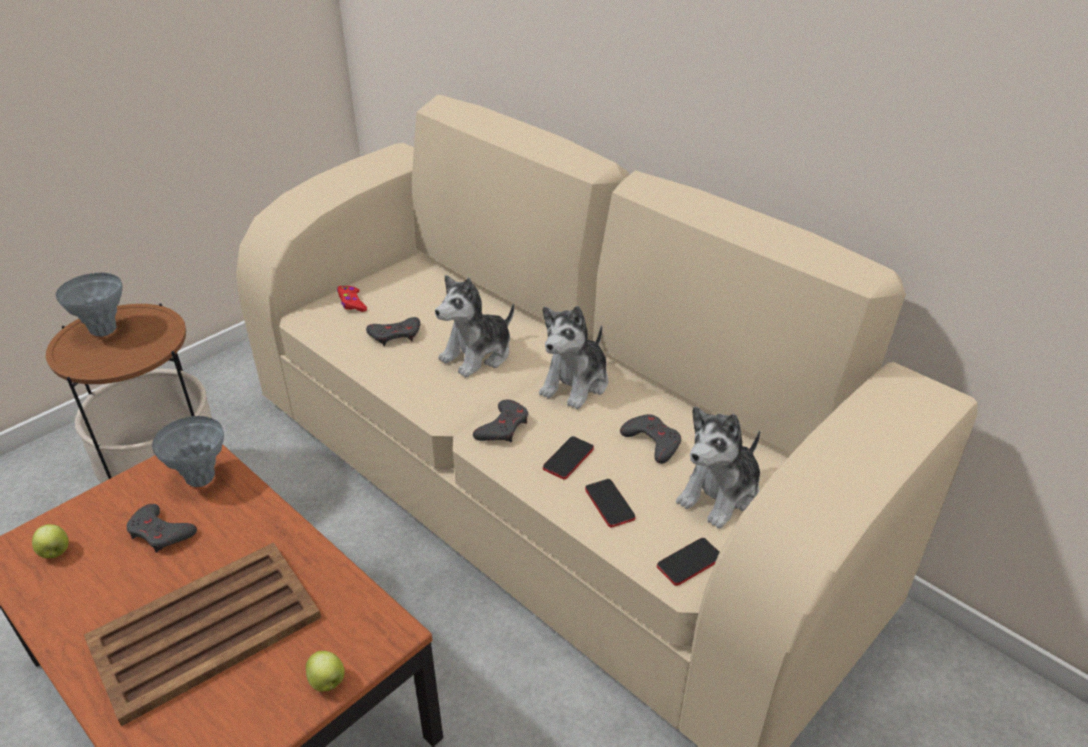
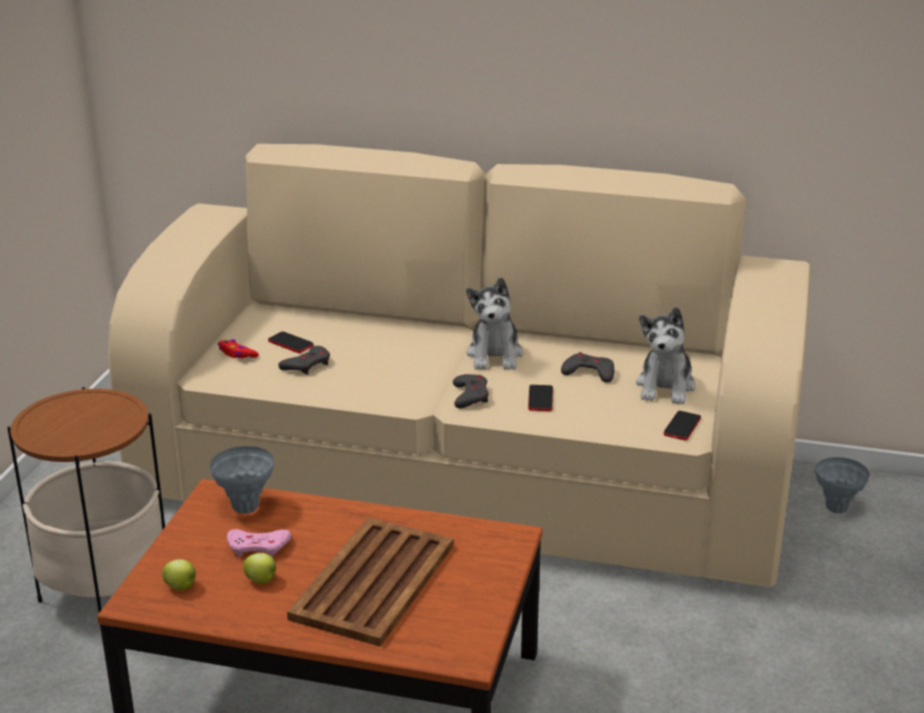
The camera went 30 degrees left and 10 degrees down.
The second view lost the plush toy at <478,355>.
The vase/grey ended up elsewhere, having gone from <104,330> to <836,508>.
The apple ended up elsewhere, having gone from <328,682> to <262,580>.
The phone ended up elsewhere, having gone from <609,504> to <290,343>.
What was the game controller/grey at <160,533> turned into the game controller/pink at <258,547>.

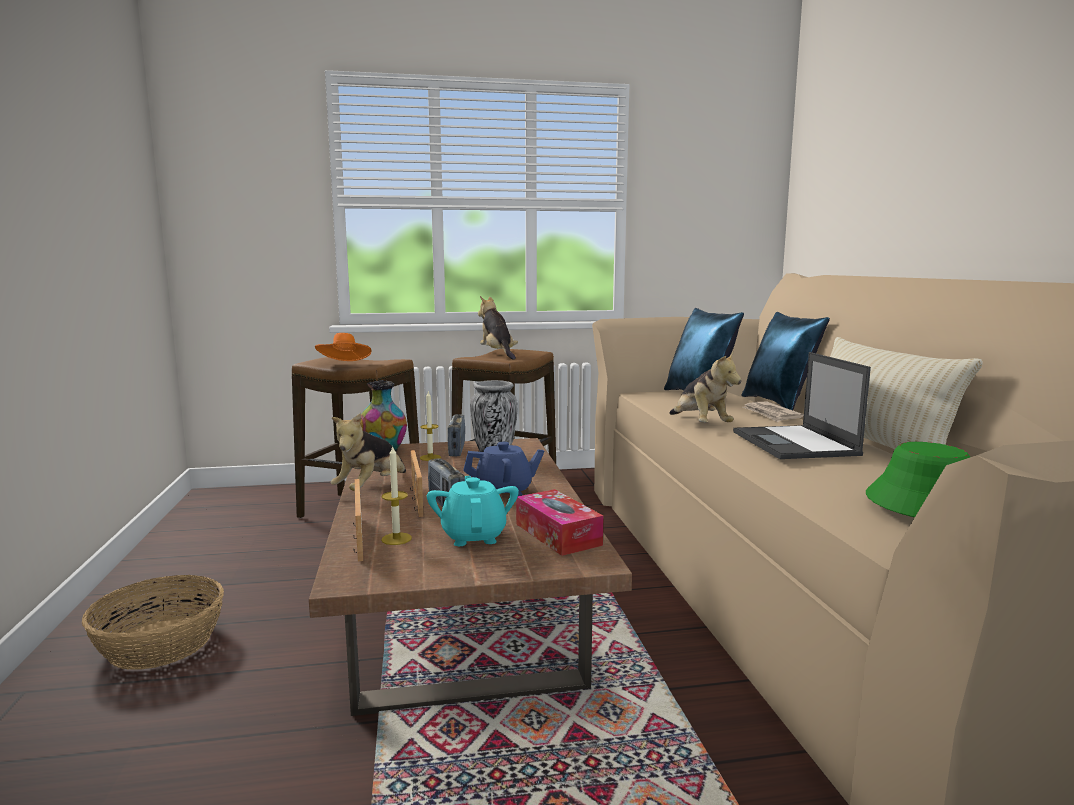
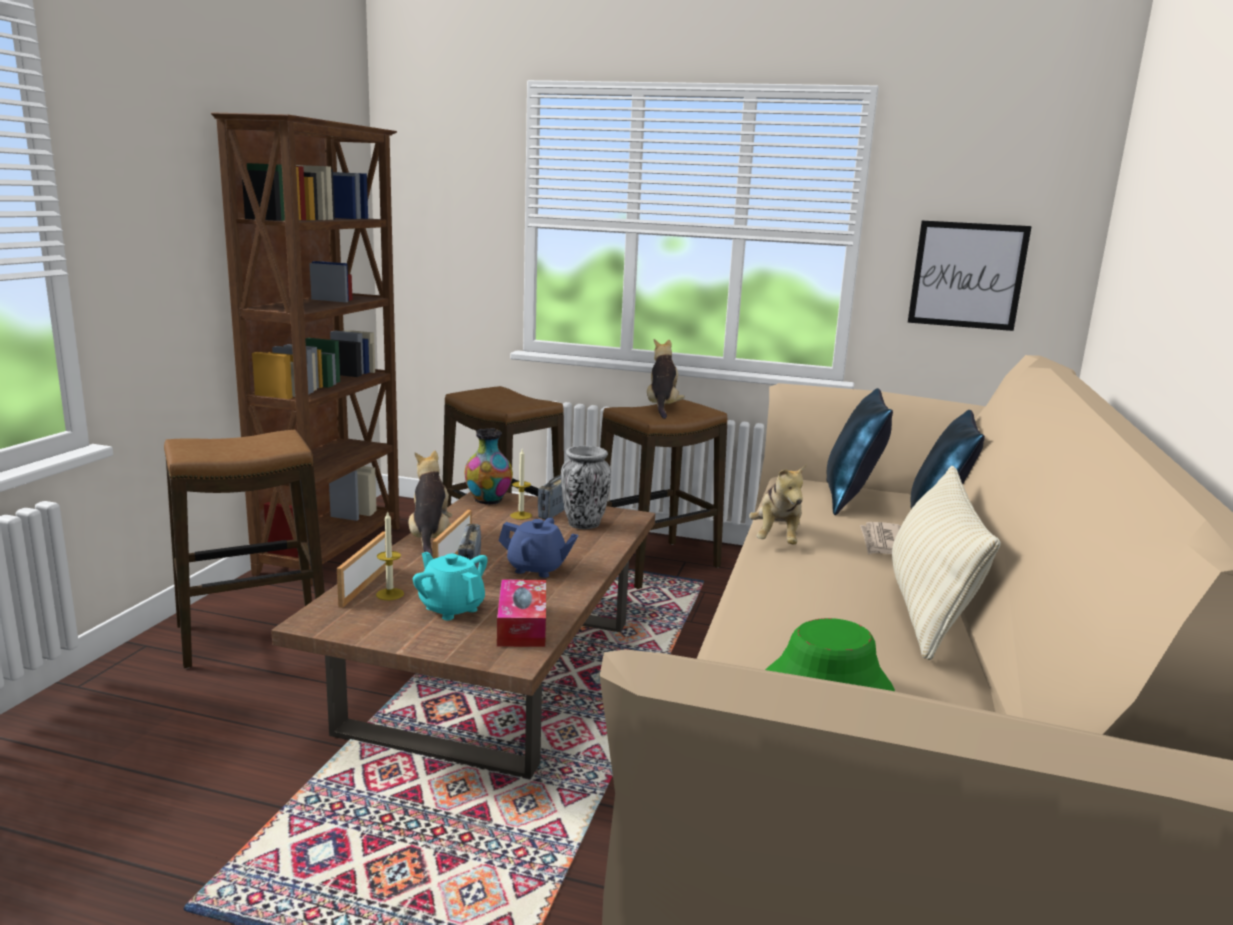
The camera went 25 degrees right and 5 degrees up.
The second view lost the hat/orange at <344,364>.
The second view lost the laptop at <795,443>.
The second view gained the bookcase/brown at <333,549>.
The second view gained the picture at <967,275>.
Where the basket stood at <160,644>, the stool came to stand at <251,634>.
The plush toy at <371,488> ended up facing another way, 120 degrees clockwise from before.
The teapot/turquoise at <474,536> ended up facing another way, 60 degrees counterclockwise from before.

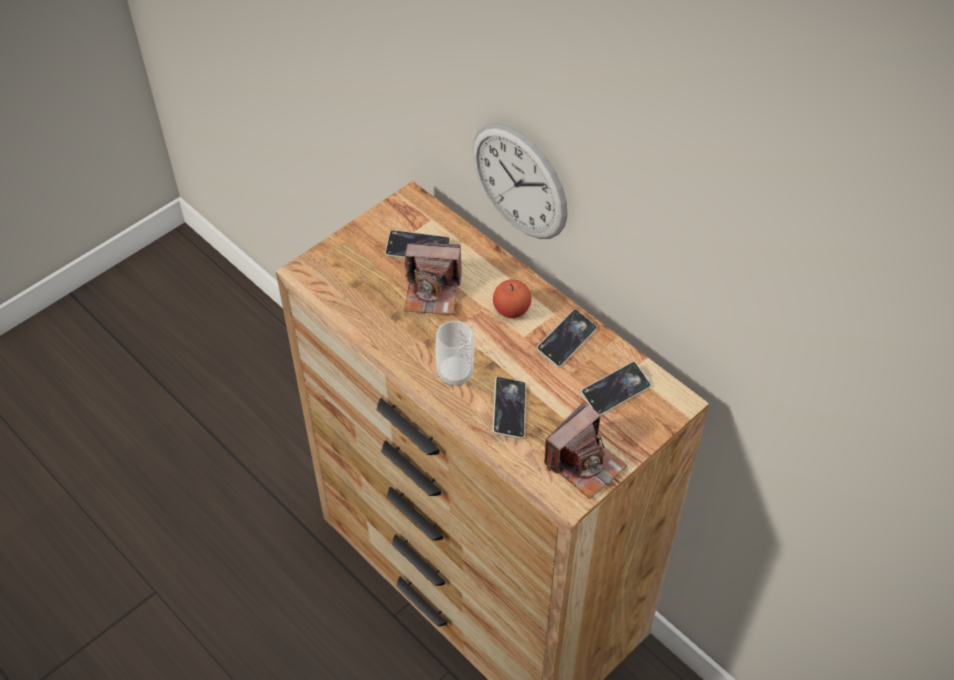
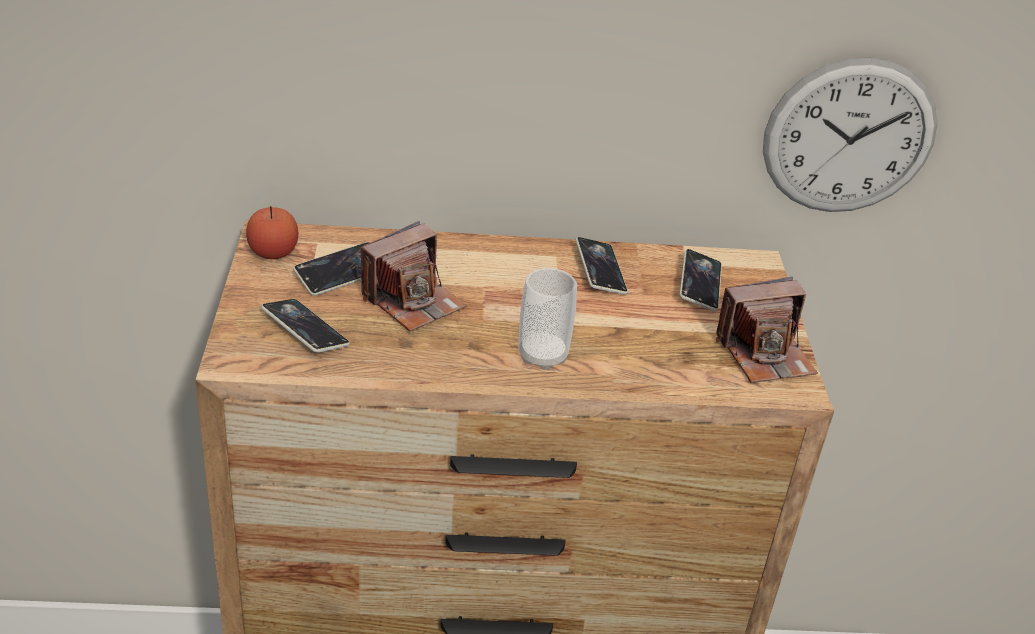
The camera went 50 degrees left and 15 degrees down.
The wall clock ended up elsewhere, having gone from <519,181> to <849,137>.
The phone ended up elsewhere, having gone from <509,410> to <305,330>.
The apple ended up elsewhere, having gone from <511,310> to <273,252>.
The photo camera at <584,464> ended up facing another way, 75 degrees clockwise from before.

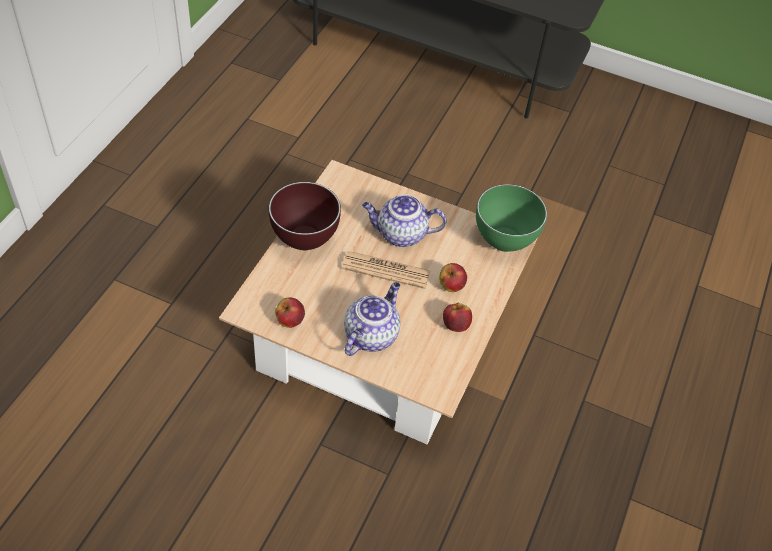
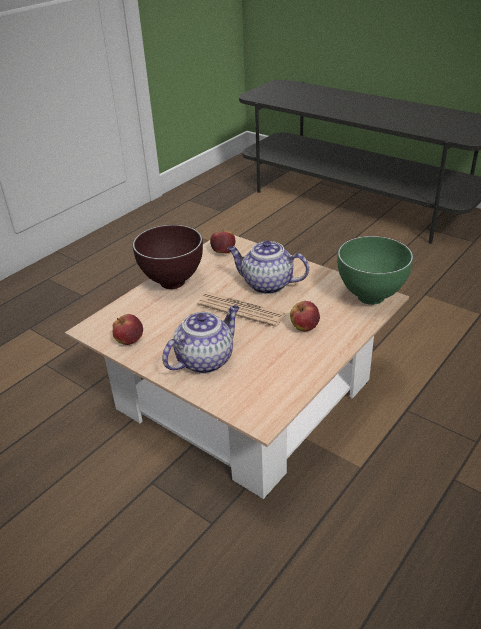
The camera went 20 degrees right and 15 degrees down.
The apple ended up elsewhere, having gone from <455,325> to <223,252>.

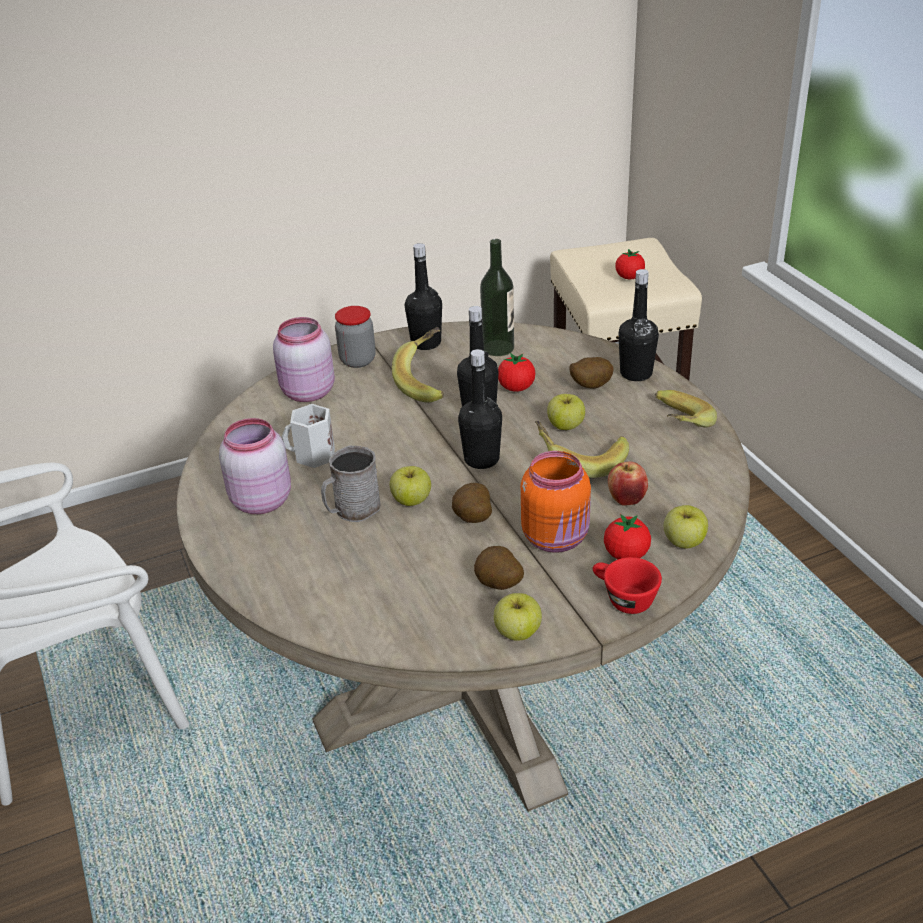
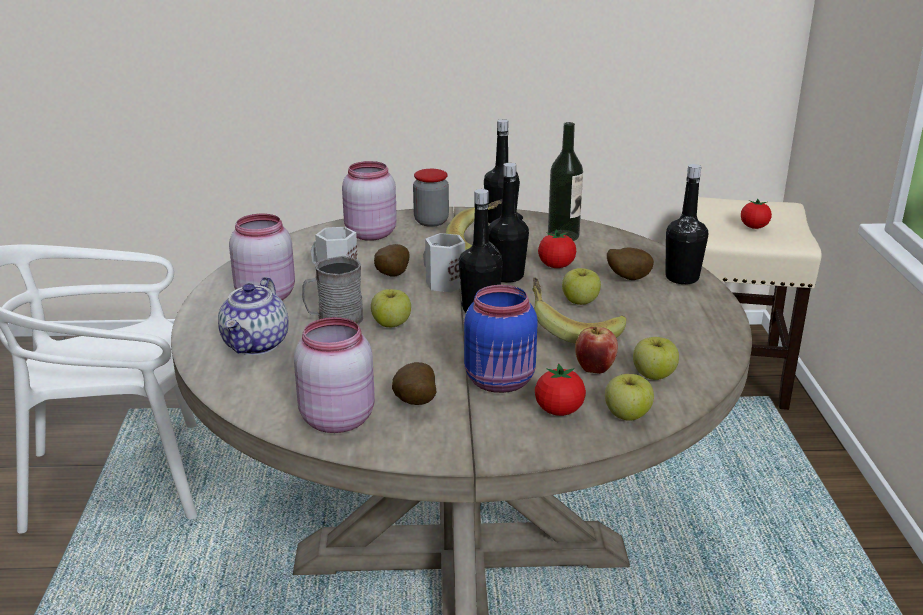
The camera went 20 degrees right and 10 degrees down.
The second view lost the cup/red at <623,599>.
The second view lost the banana at <675,427>.
The second view gained the teapot at <256,345>.
The second view gained the jar/pink at <336,418>.
The second view gained the mug/white at <443,283>.
The potato ended up elsewhere, having gone from <472,520> to <390,276>.
The apple ended up elsewhere, having gone from <517,632> to <653,375>.
What was the jar/orange at <557,538> turned into the jar/blue at <501,382>.

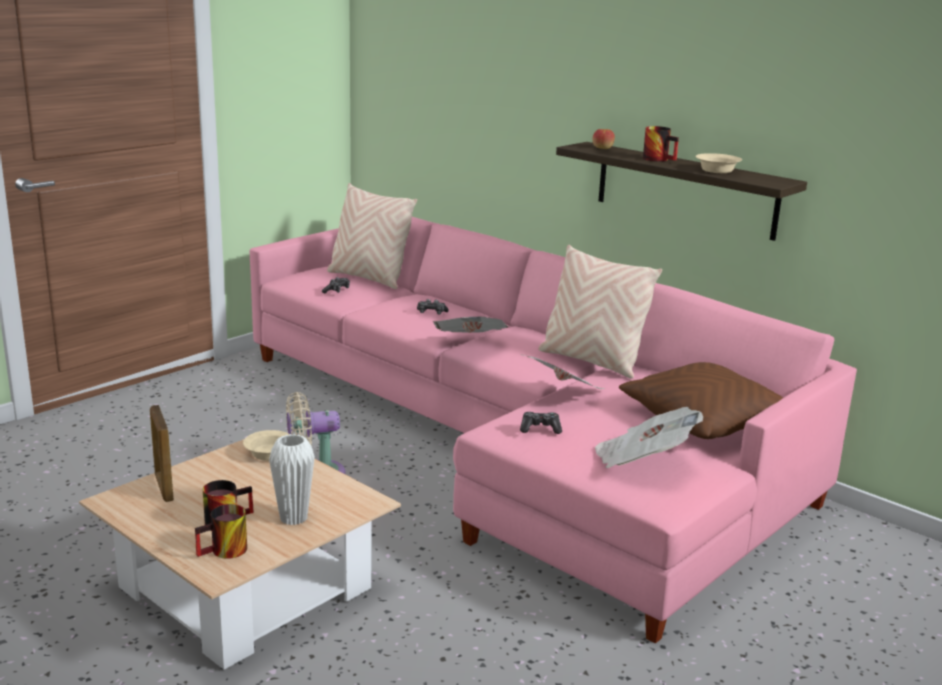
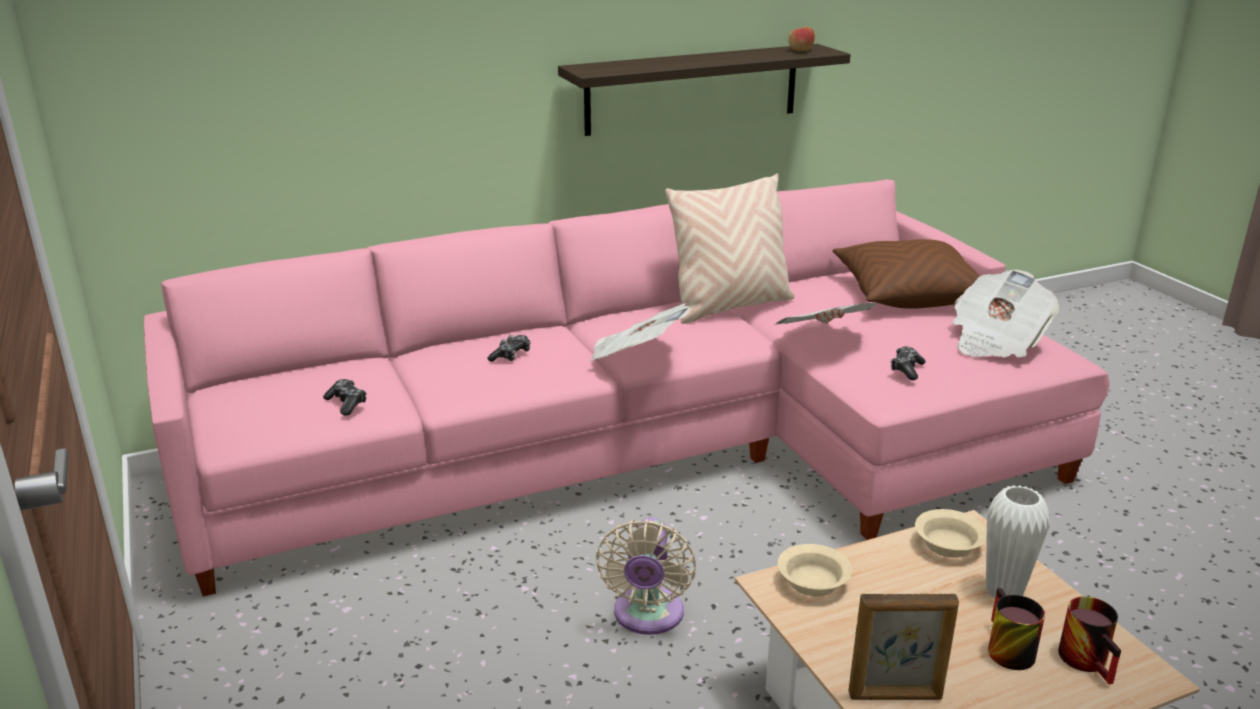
The camera went 65 degrees left and 5 degrees up.
The second view lost the pillow/beige at <369,278>.
The second view lost the mug at <660,159>.
The apple ended up elsewhere, having gone from <602,148> to <800,50>.
The bowl/beige ended up elsewhere, having gone from <718,171> to <949,545>.

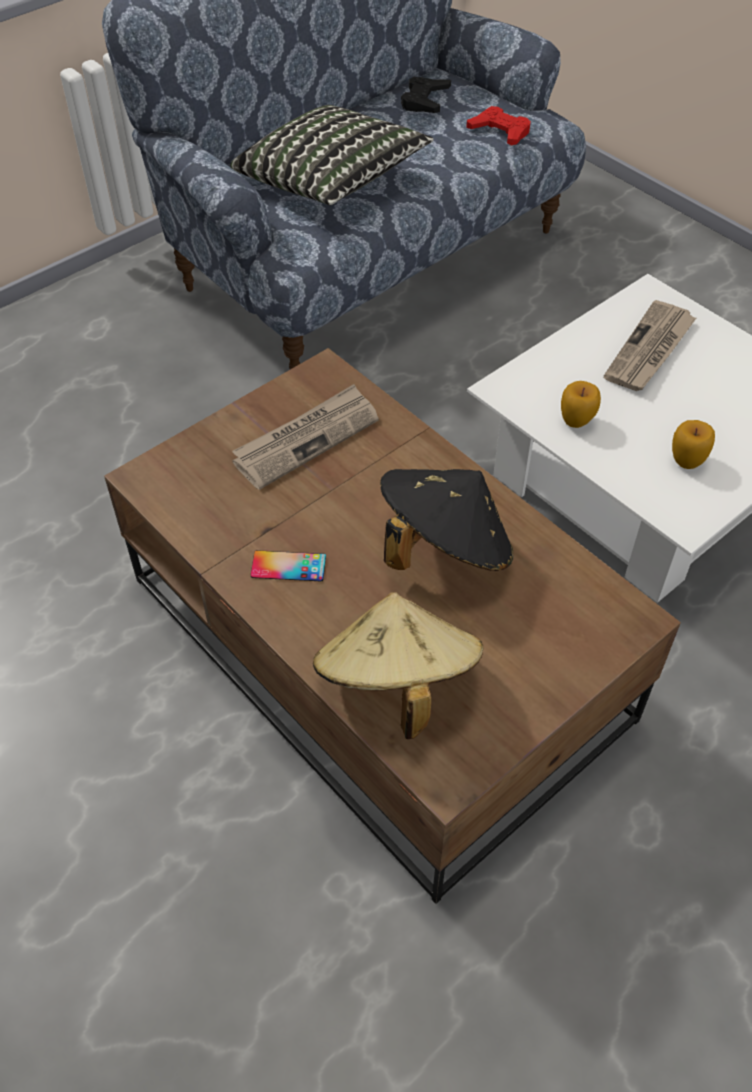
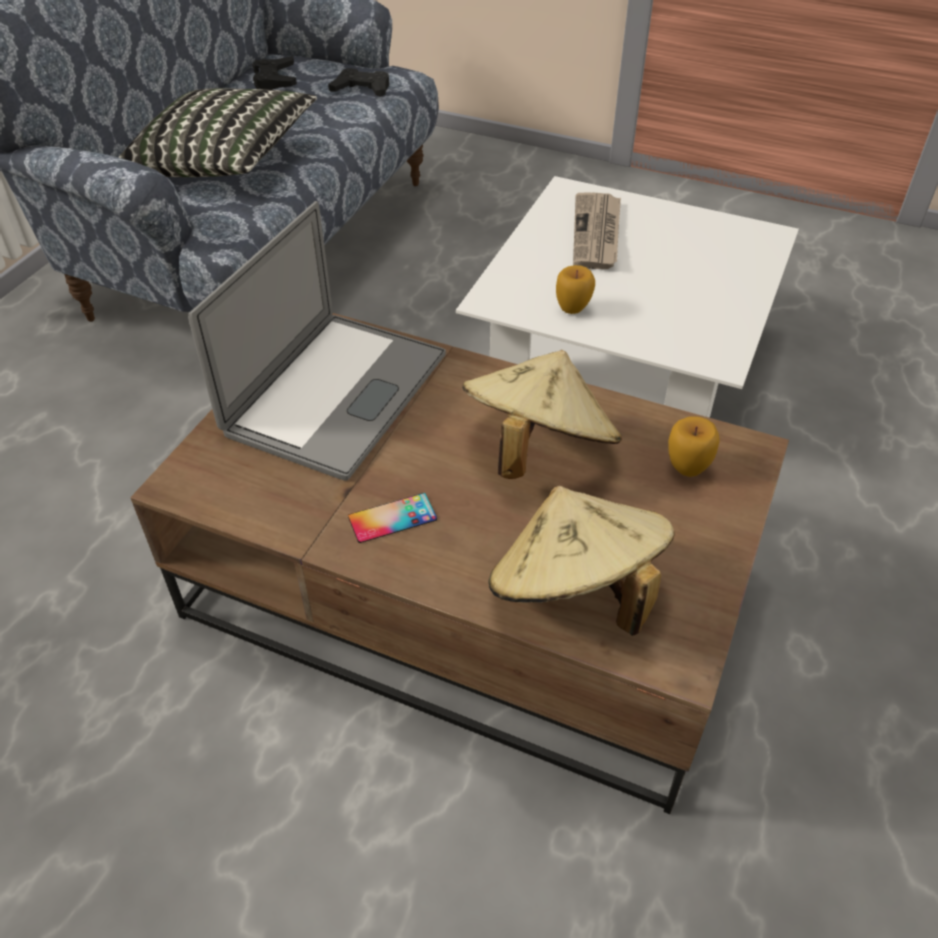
The camera went 25 degrees left and 5 degrees down.
The apple ended up elsewhere, having gone from <687,461> to <687,467>.
Where the newspaper stood at <306,439>, the laptop came to stand at <336,393>.
What was the hat/black at <443,549> turned into the hat/beige at <537,449>.
What was the game controller/red at <500,132> turned into the game controller/black at <362,89>.

